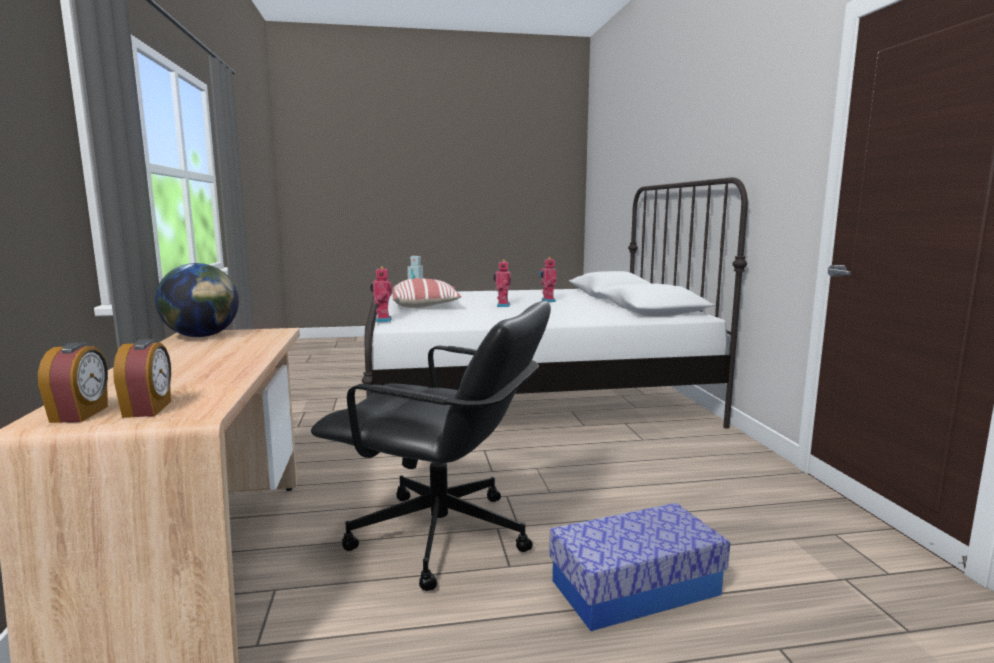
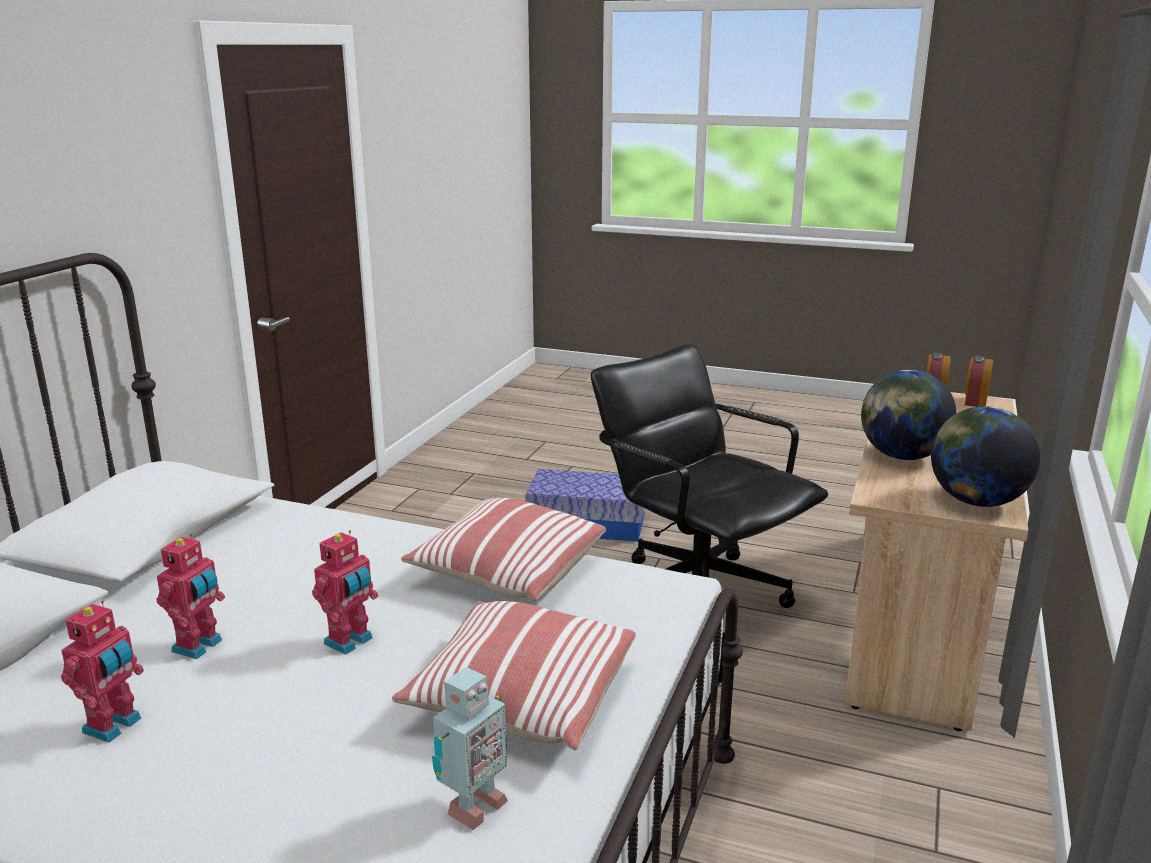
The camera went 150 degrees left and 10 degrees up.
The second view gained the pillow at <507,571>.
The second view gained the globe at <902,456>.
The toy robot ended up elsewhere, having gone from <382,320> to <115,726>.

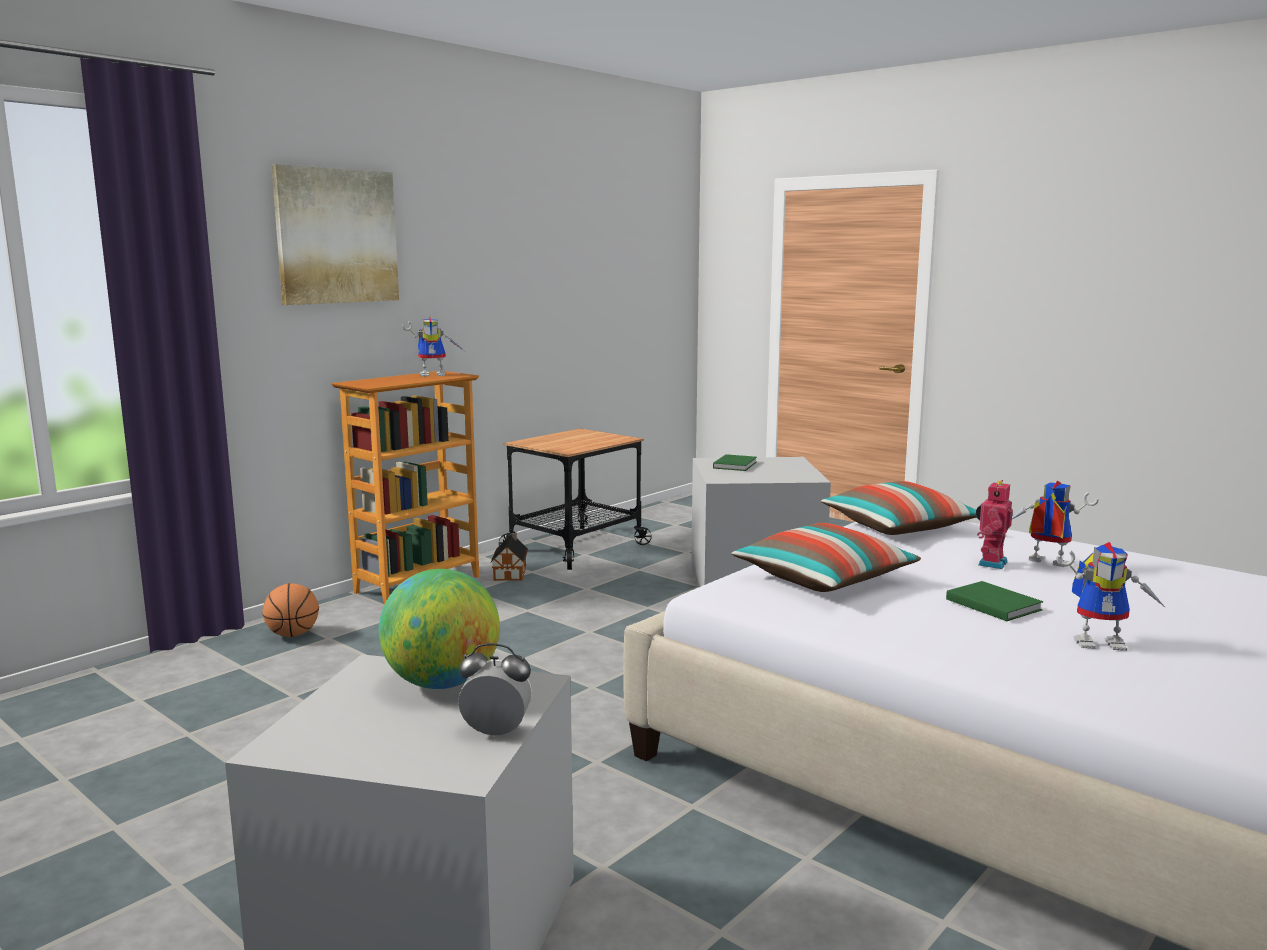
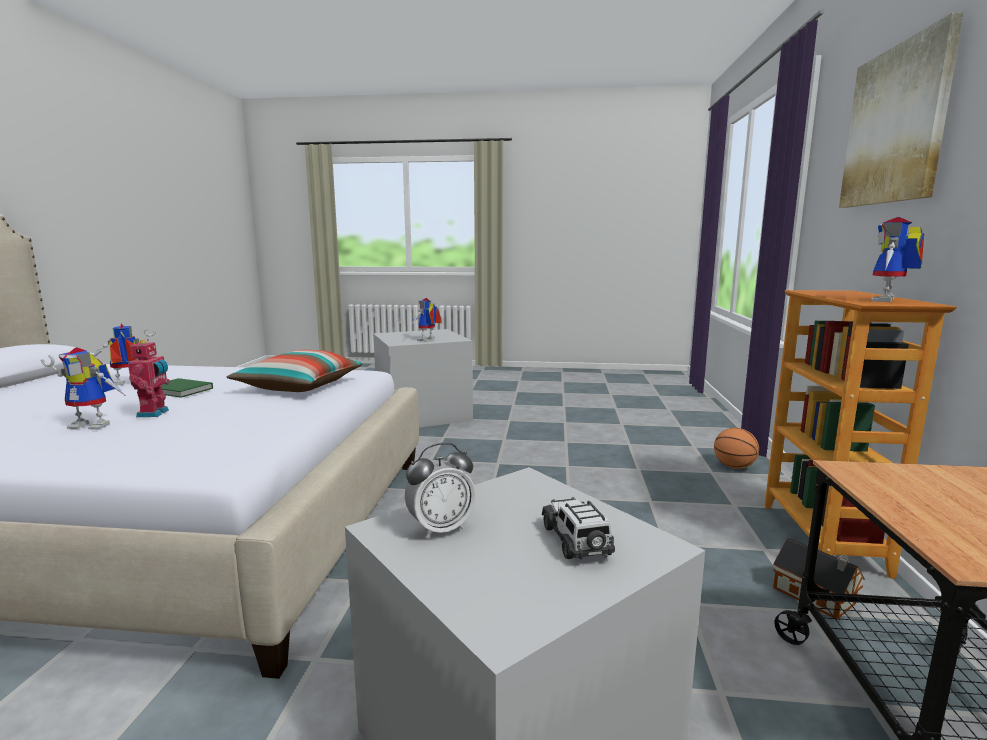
The camera went 145 degrees right and 0 degrees up.
The second view lost the pillow at <898,528>.
The alarm clock ended up elsewhere, having gone from <496,732> to <441,529>.
Where the globe stood at <442,683>, the toy robot came to stand at <427,340>.
Where the book/green stood at <736,465>, the toy car came to stand at <577,541>.

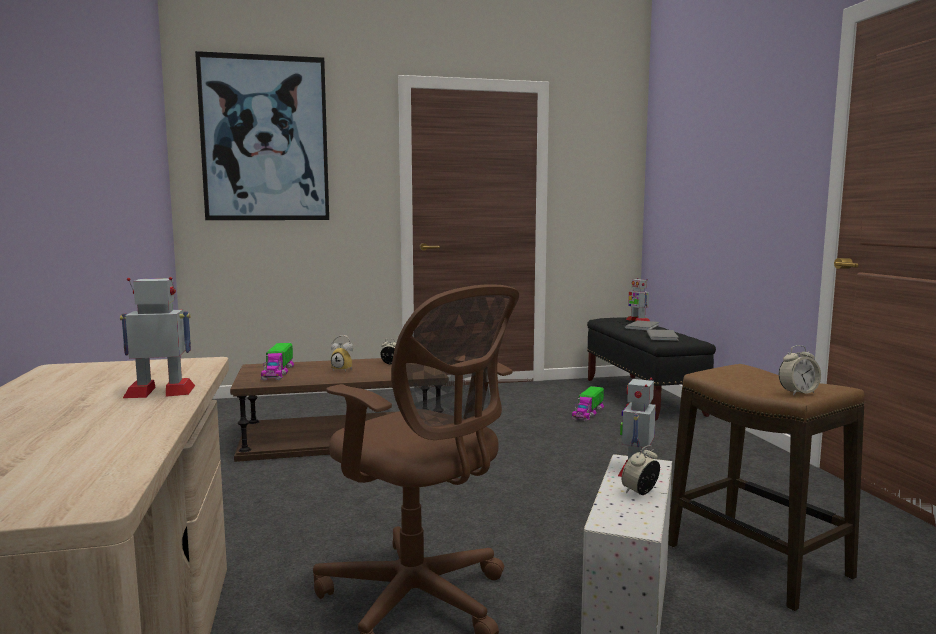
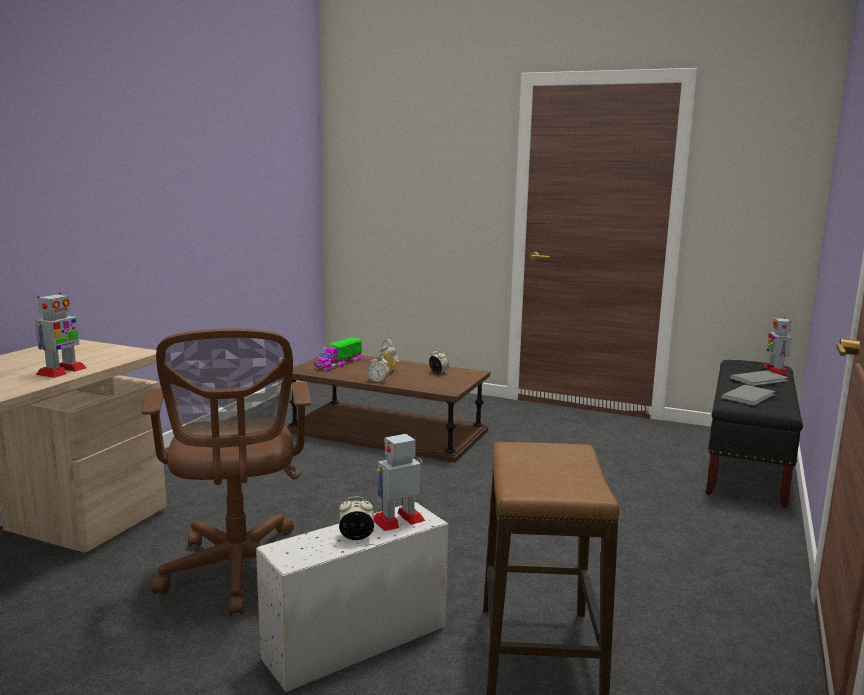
The camera went 35 degrees right and 5 degrees up.
The second view lost the picture at <265,139>.
The second view lost the toy truck at <588,413>.
The alarm clock ended up elsewhere, having gone from <798,392> to <378,381>.
The toy robot at <161,392> ended up facing another way, 90 degrees clockwise from before.

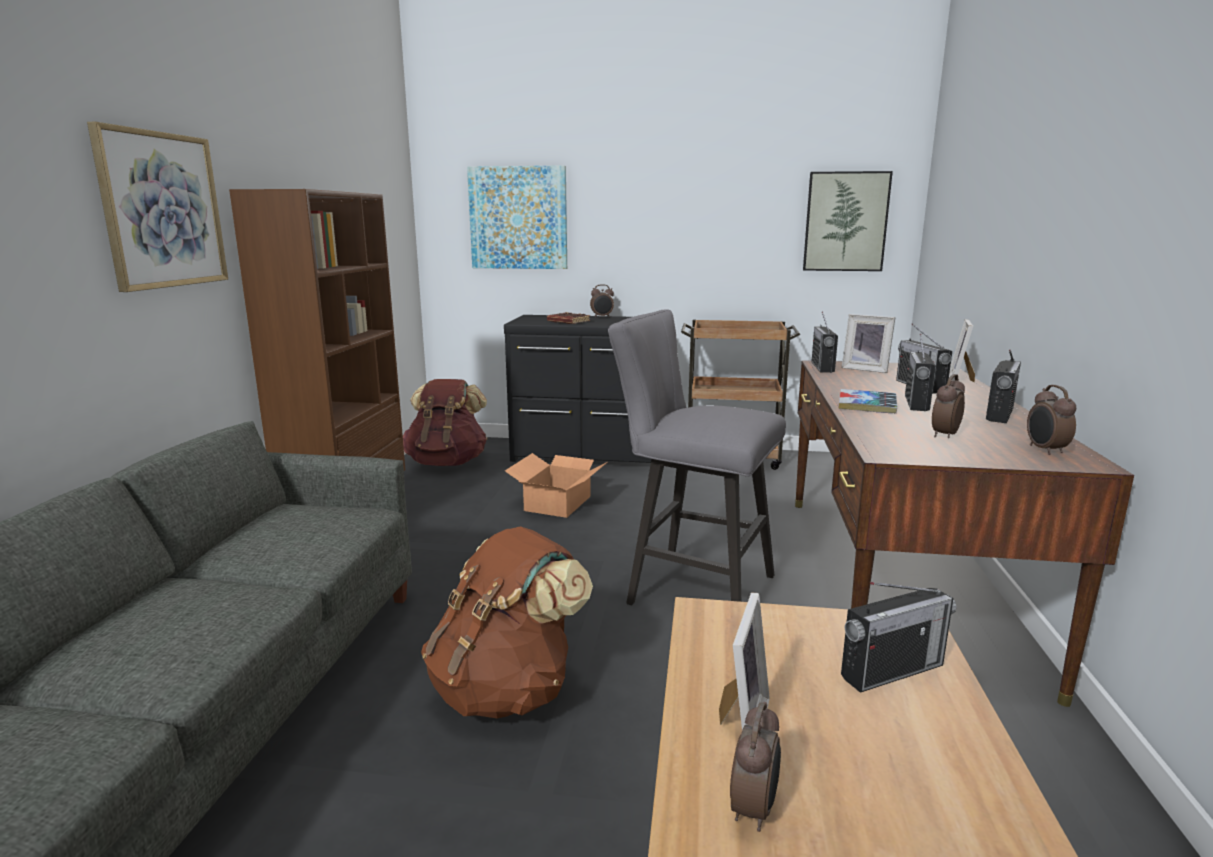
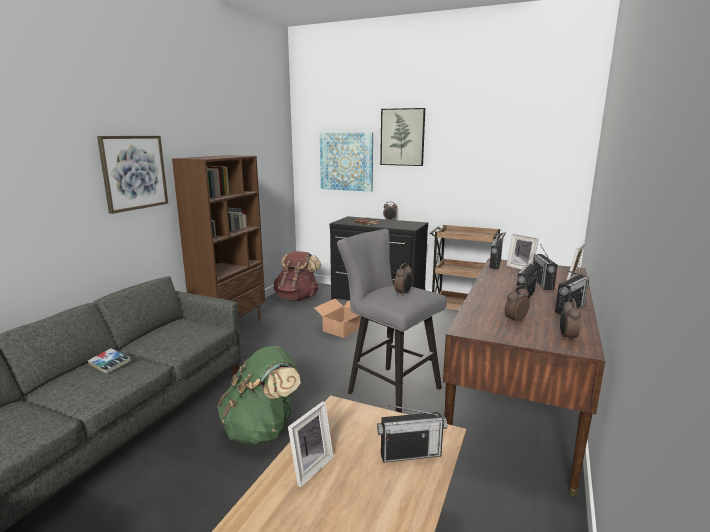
The camera went 15 degrees right and 0 degrees up.
The alarm clock ended up elsewhere, having gone from <754,809> to <403,293>.
The picture ended up elsewhere, having gone from <845,222> to <402,137>.
The book ended up elsewhere, having gone from <866,407> to <109,364>.
What was the backpack/brown at <507,690> turned into the backpack/green at <262,430>.

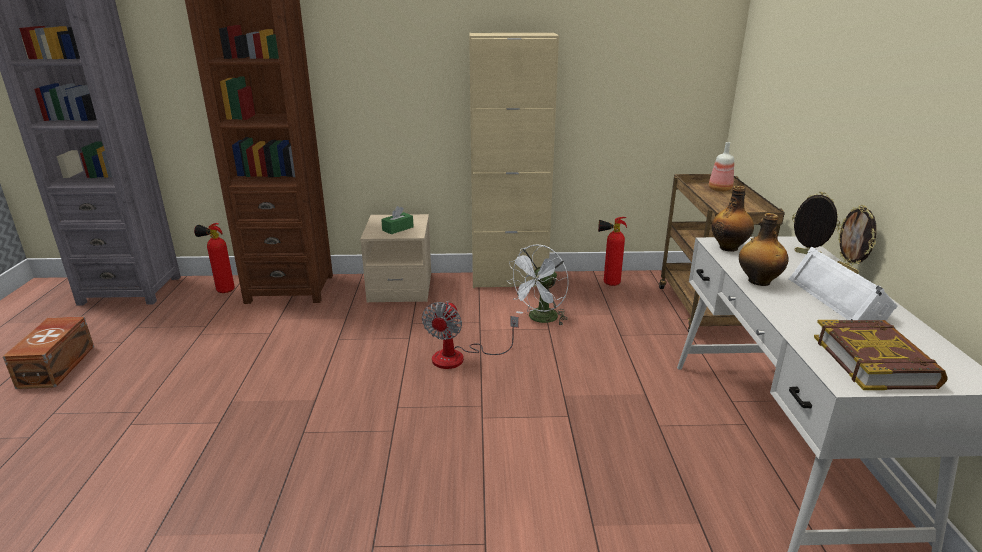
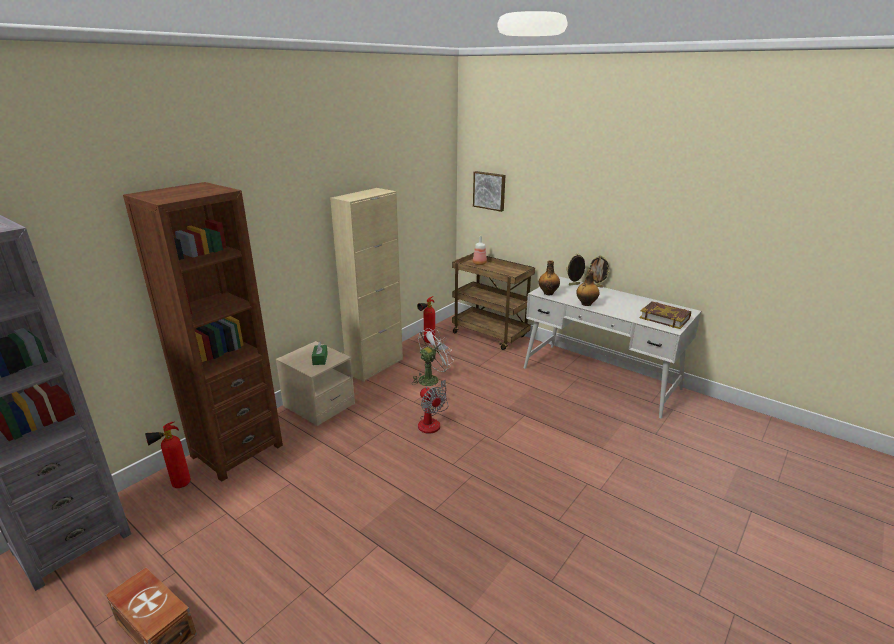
The camera went 50 degrees left and 0 degrees up.
The second view lost the speaker/white at <838,298>.
The second view gained the picture at <489,190>.
The fan/white at <540,319> ended up facing another way, 120 degrees counterclockwise from before.

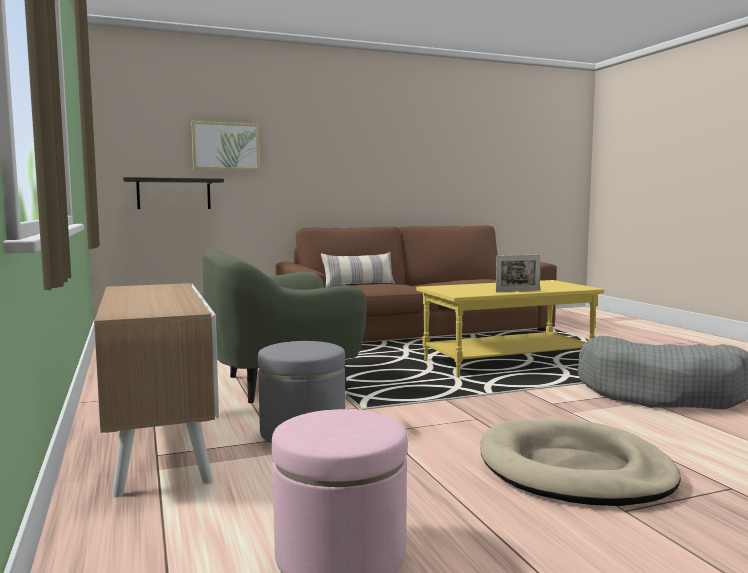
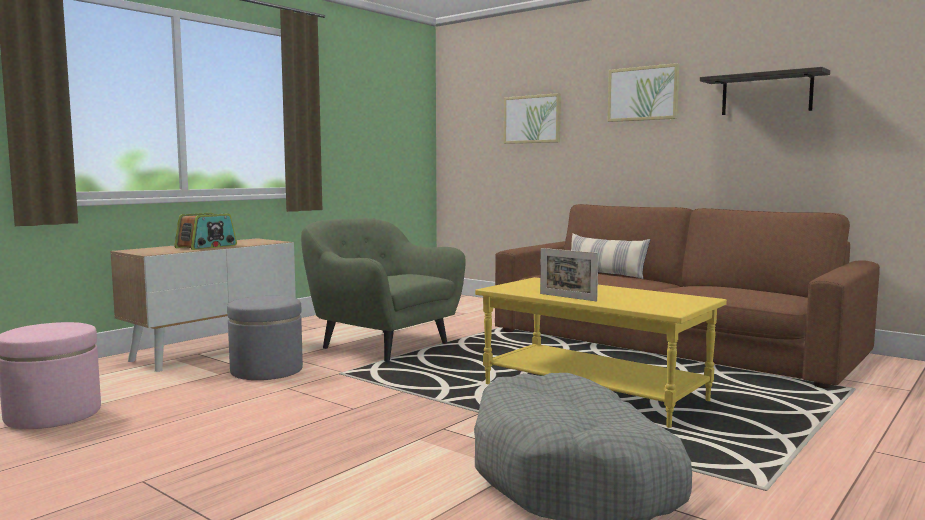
The camera went 60 degrees right and 0 degrees up.
The second view lost the dog bed/beige at <574,470>.
The second view gained the radio at <206,246>.
The second view gained the picture at <643,93>.
The shelf ended up elsewhere, having gone from <174,194> to <766,94>.

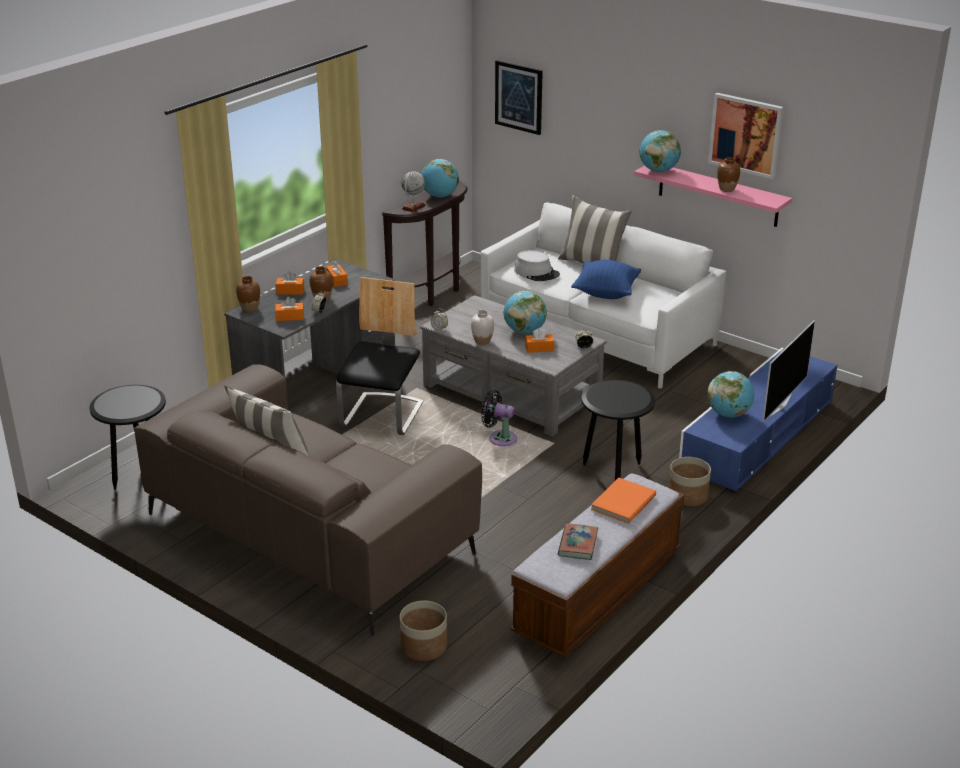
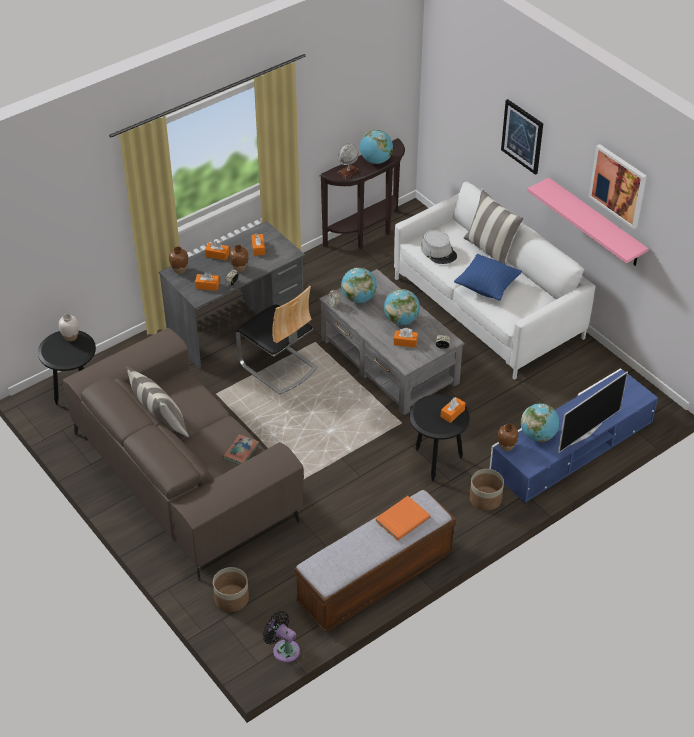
The camera went 15 degrees right and 15 degrees up.
The second view gained the tissue box/orange at <452,413>.
The vase/white ended up elsewhere, having gone from <482,341> to <70,337>.
The fan/black ended up elsewhere, having gone from <499,438> to <283,649>.
The picture ended up elsewhere, having gone from <519,97> to <522,136>.
The book ended up elsewhere, having gone from <578,544> to <241,452>.
The globe ended up elsewhere, having gone from <658,171> to <358,298>.
The vase/brown ended up elsewhere, having gone from <727,189> to <506,446>.
The chair at <383,415> ended up facing another way, 105 degrees clockwise from before.

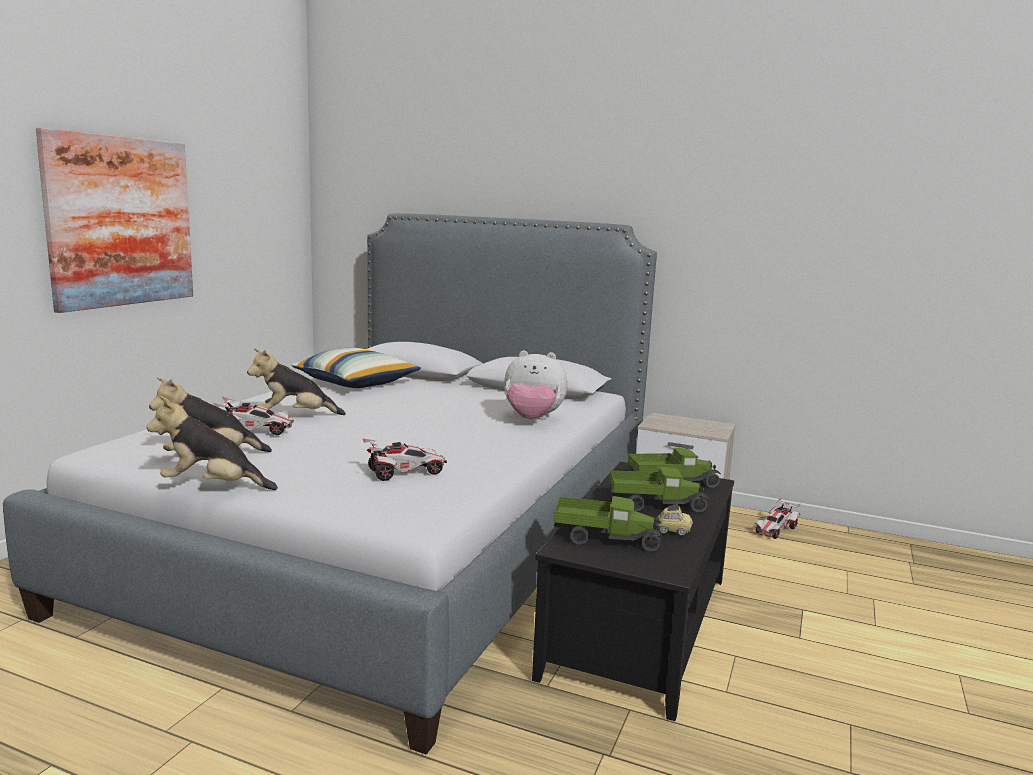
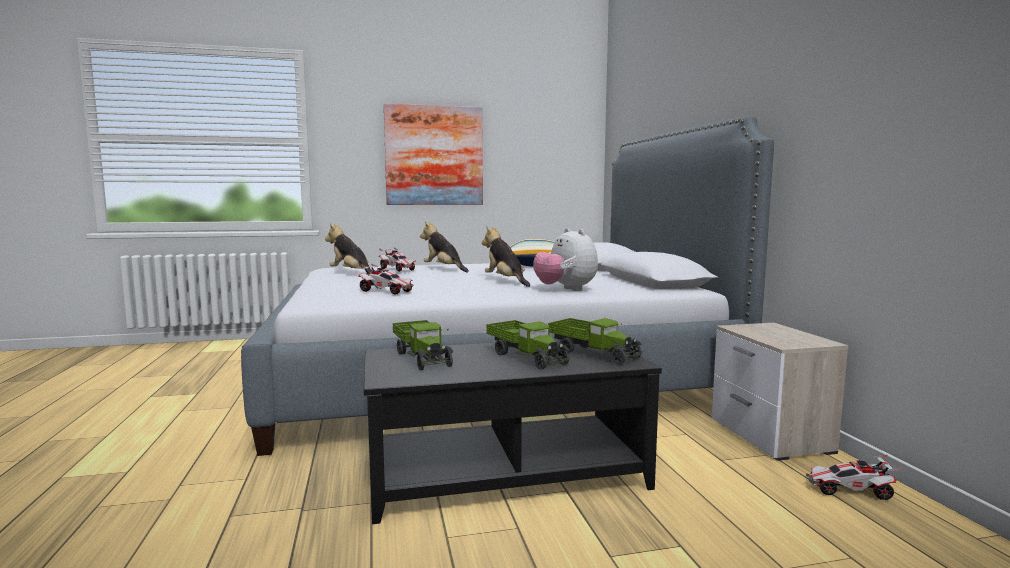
The camera went 55 degrees right and 5 degrees down.
The second view lost the toy car at <672,531>.
The plush toy ended up elsewhere, having gone from <212,487> to <505,282>.

